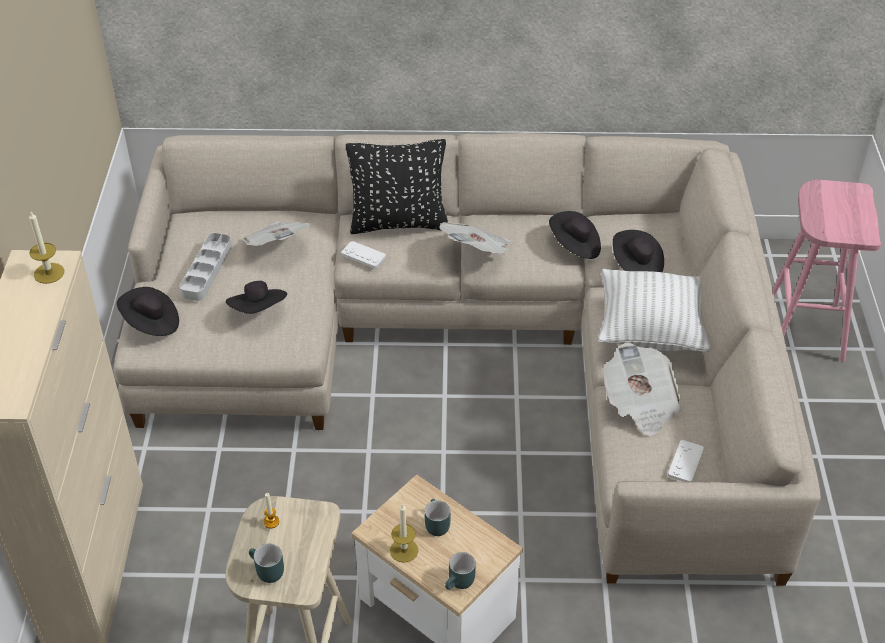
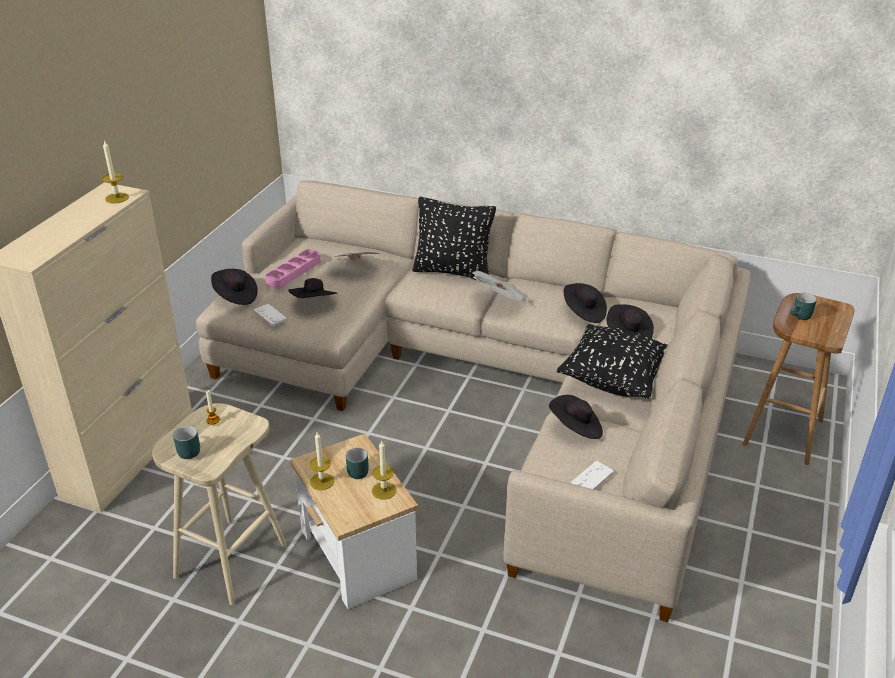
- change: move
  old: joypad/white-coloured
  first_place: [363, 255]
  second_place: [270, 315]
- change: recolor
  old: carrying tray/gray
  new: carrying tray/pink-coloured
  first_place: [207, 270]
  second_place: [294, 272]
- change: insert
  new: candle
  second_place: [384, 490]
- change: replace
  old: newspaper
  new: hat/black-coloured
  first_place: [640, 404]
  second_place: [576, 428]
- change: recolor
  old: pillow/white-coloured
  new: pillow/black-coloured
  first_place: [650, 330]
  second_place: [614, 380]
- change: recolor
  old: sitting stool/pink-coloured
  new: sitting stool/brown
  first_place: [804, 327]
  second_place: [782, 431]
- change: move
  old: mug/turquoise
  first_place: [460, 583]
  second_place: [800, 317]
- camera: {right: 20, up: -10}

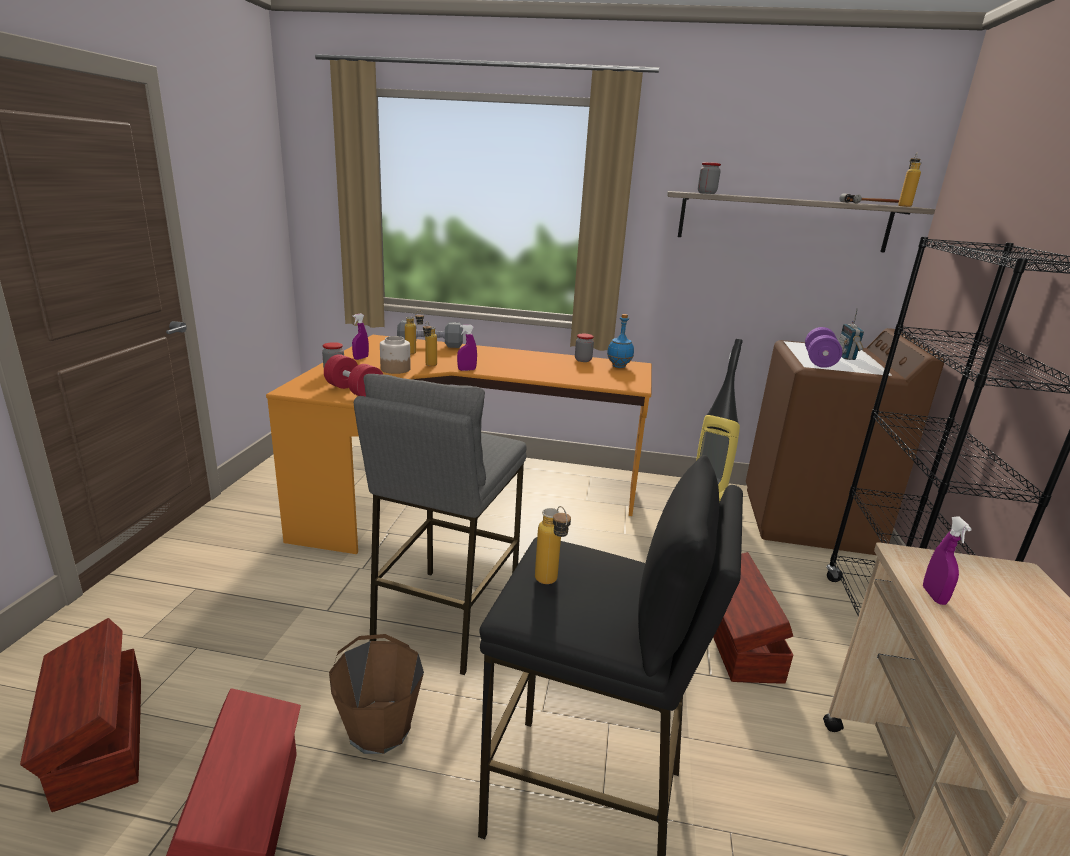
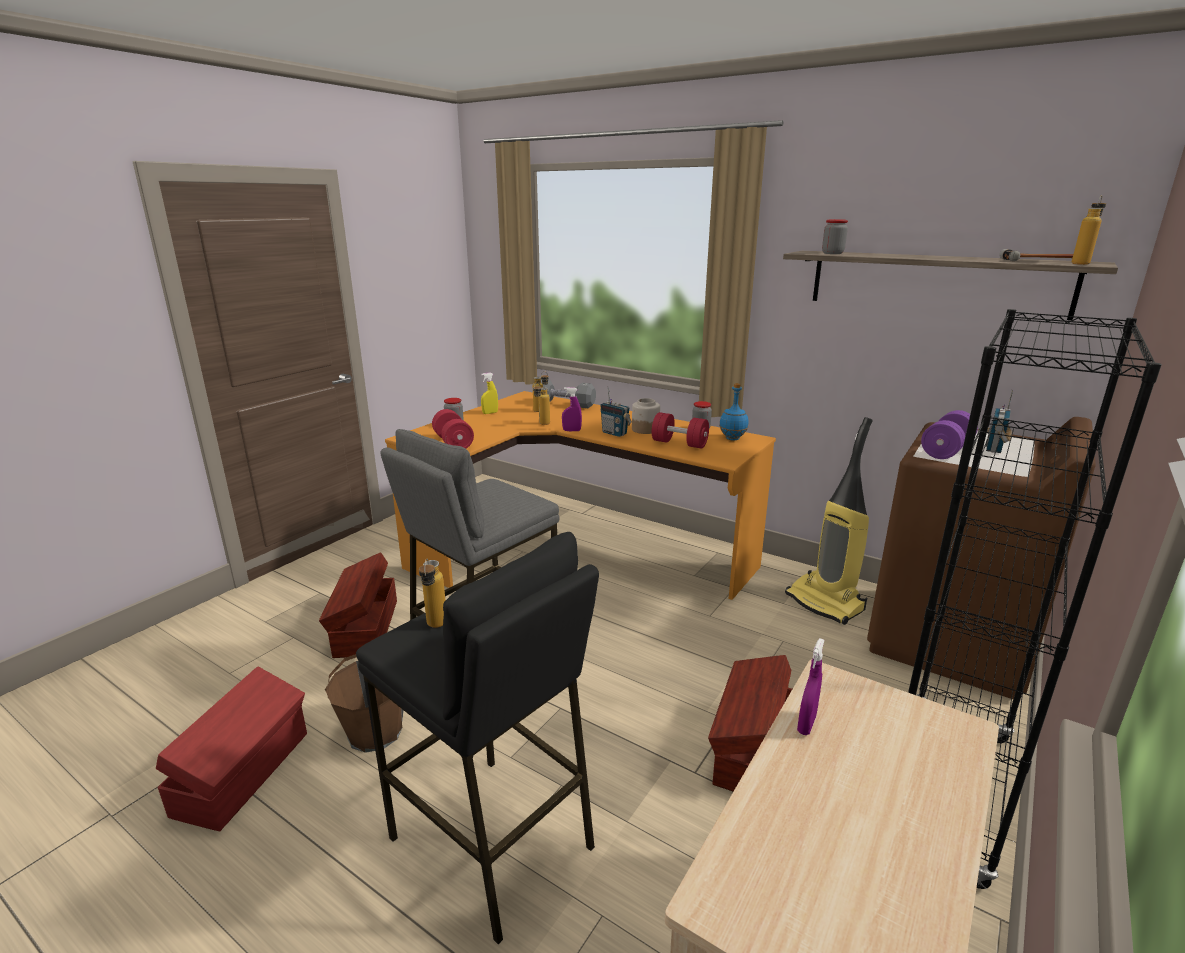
- change: move
  old: storage bin/brown
  first_place: [98, 740]
  second_place: [365, 628]
- change: recolor
  old: spray bottle/purple-coloured
  new: spray bottle/yellow
  first_place: [361, 358]
  second_place: [490, 413]
- change: insert
  new: radio
  second_place: [614, 433]
- change: move
  old: preserve jar
  first_place: [395, 369]
  second_place: [645, 429]
- change: insert
  new: dumbbell/reddish
  second_place: [679, 443]
- camera: {right: 25, up: 0}

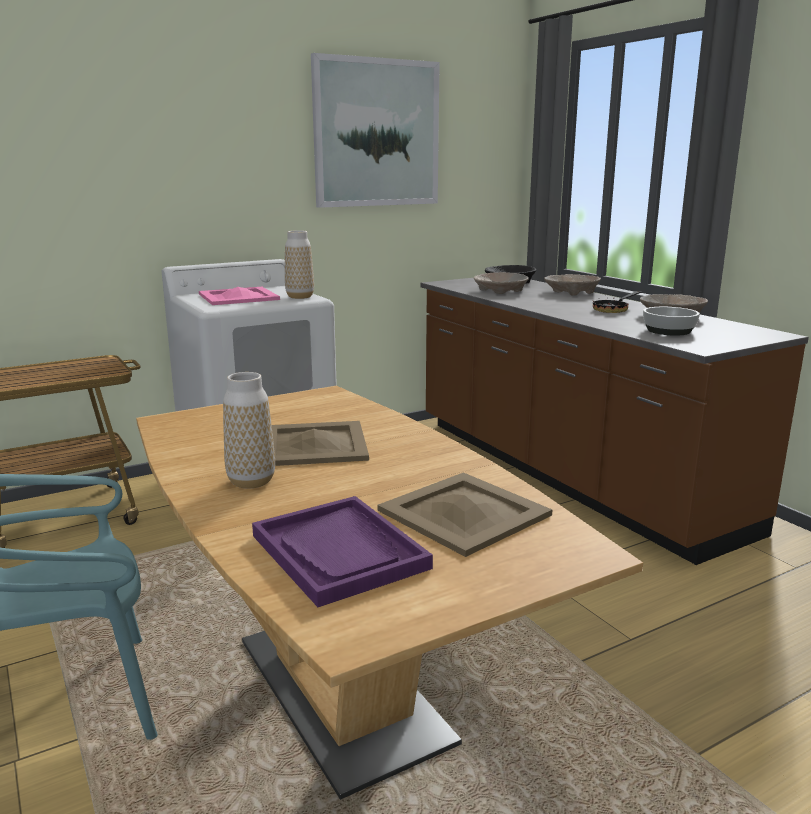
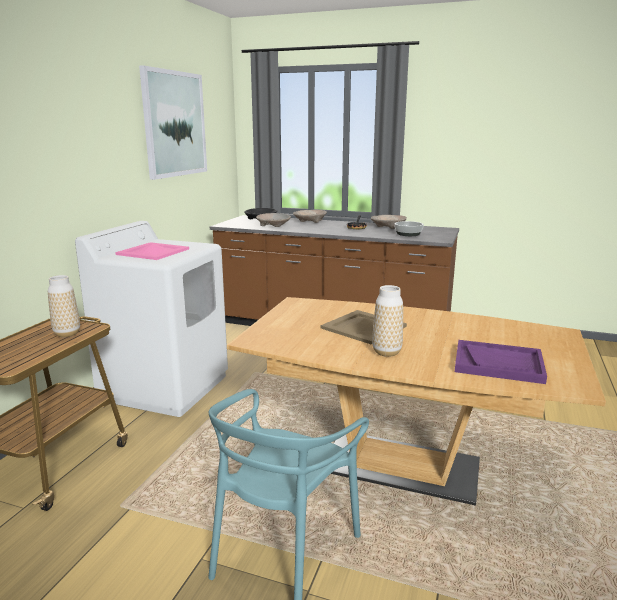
- change: move
  old: flower vase
  first_place: [300, 297]
  second_place: [67, 333]
- change: delete
  old: carrying tray/sand-coloured
  first_place: [464, 512]
- camera: {right: -40, up: 0}

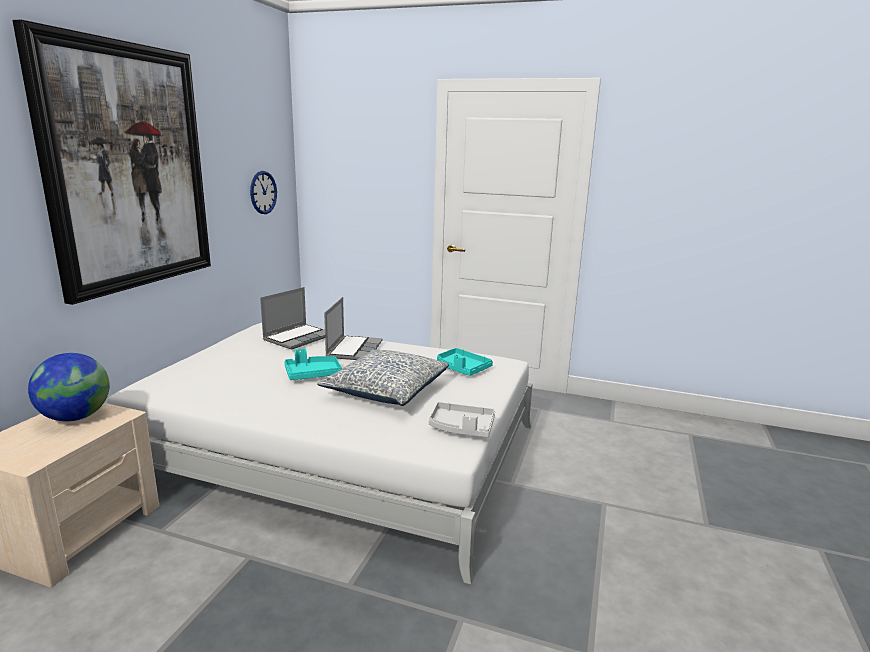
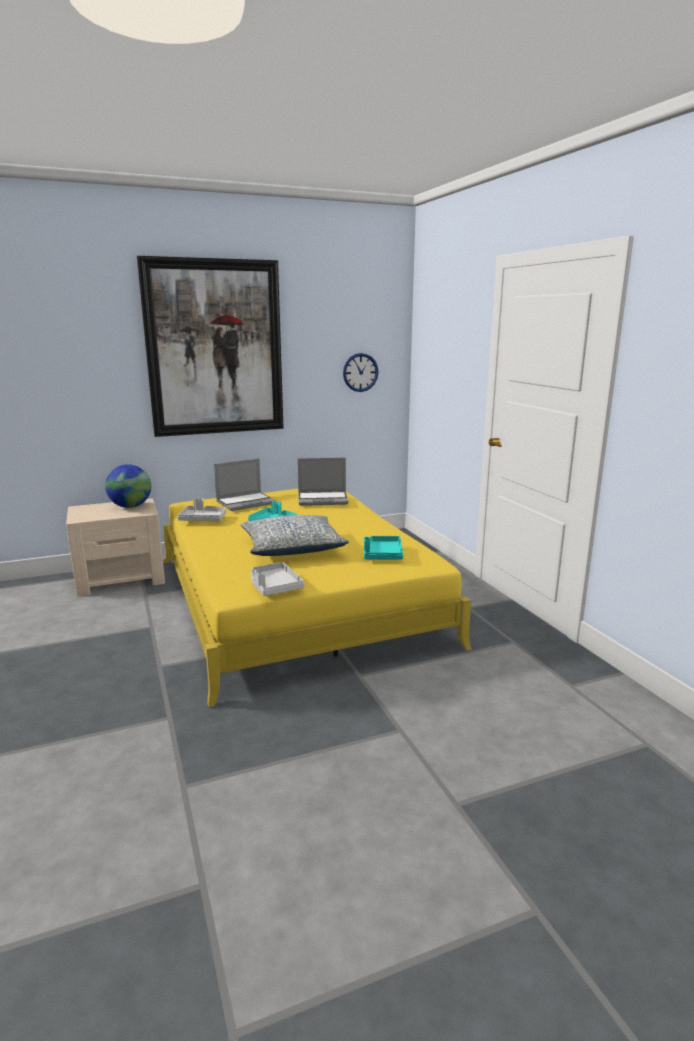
- change: recolor
  old: sleeping bed/white-coloured
  new: sleeping bed/yellow
  first_place: [340, 452]
  second_place: [294, 599]
- change: insert
  new: carrying tray/gray
  second_place: [203, 519]
- change: move
  old: laptop
  first_place: [354, 349]
  second_place: [246, 502]
- camera: {right: 50, up: 0}

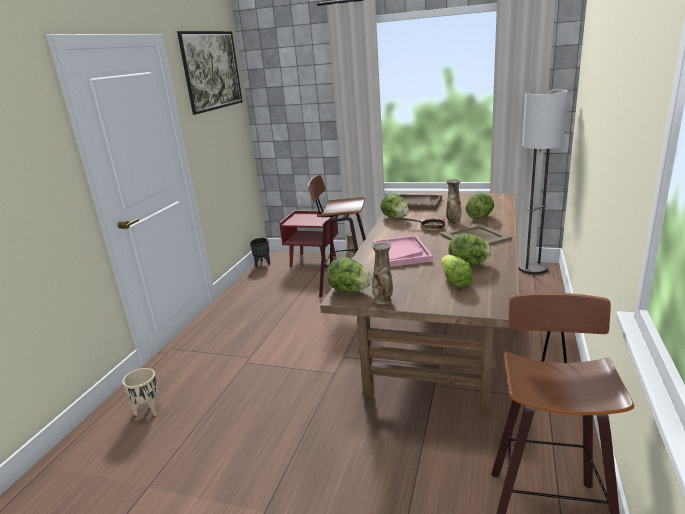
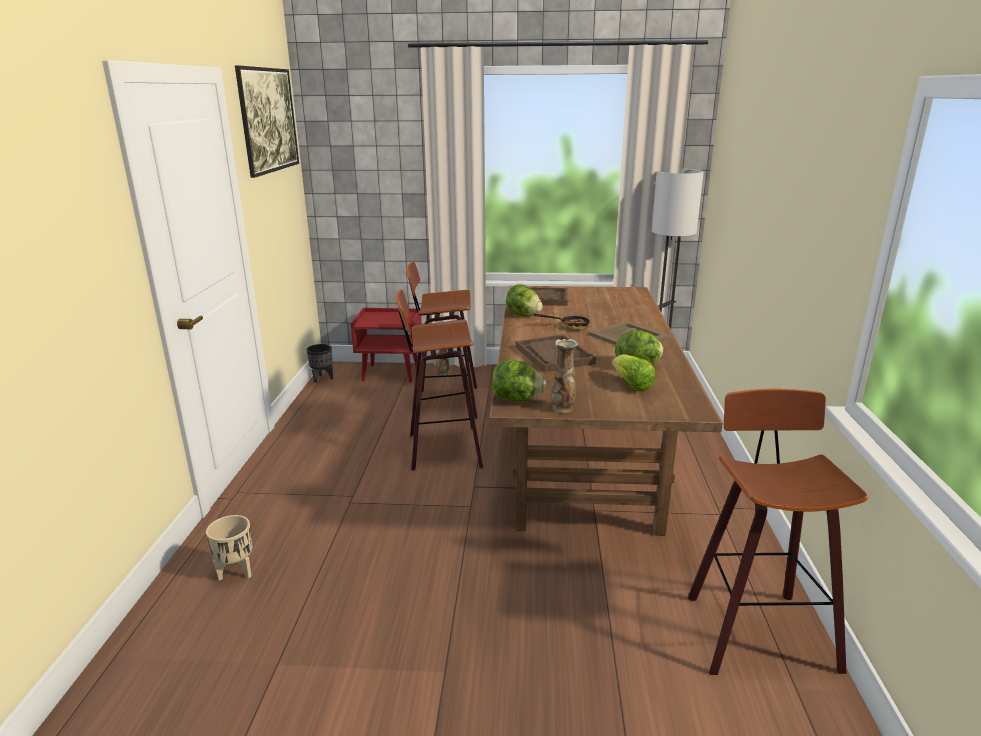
- change: insert
  new: sitting stool
  second_place: [441, 449]
- change: recolor
  old: carrying tray/pink-coloured
  new: carrying tray/brown
  first_place: [401, 253]
  second_place: [554, 355]
- change: delete
  old: flower vase
  first_place: [453, 222]
- change: delete
  old: lettuce head
  first_place: [480, 217]
- camera: {right: -15, up: 0}

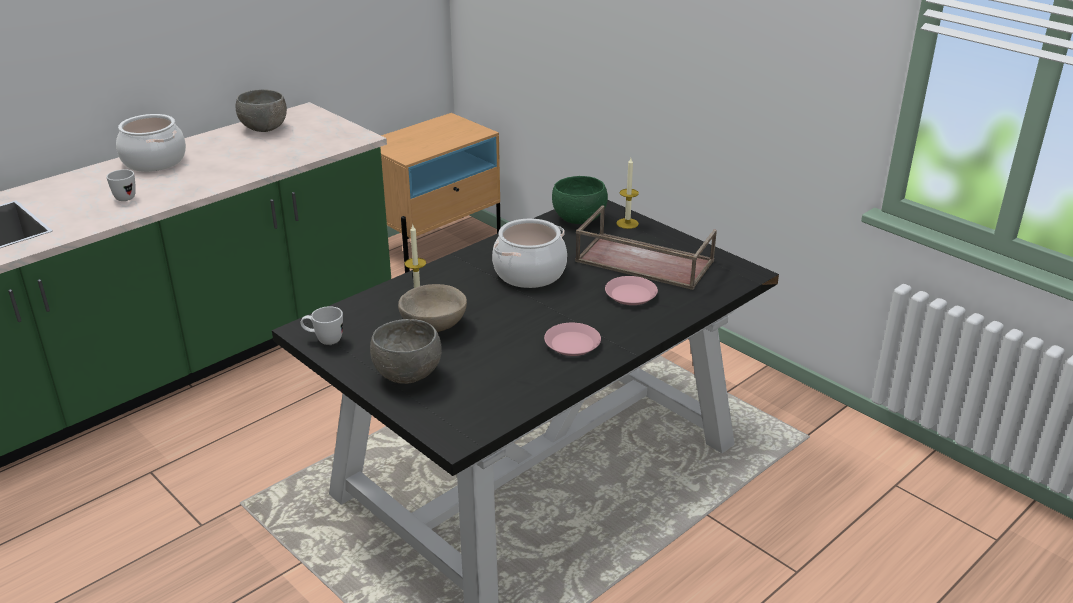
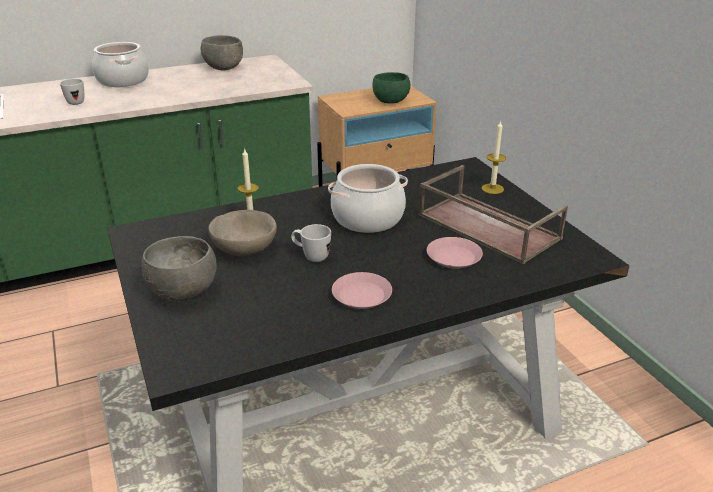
- change: move
  old: mug/white-coloured
  first_place: [324, 340]
  second_place: [311, 257]
- change: move
  old: serving bowl/greenish
  first_place: [579, 219]
  second_place: [391, 102]
- camera: {right: 20, up: 0}

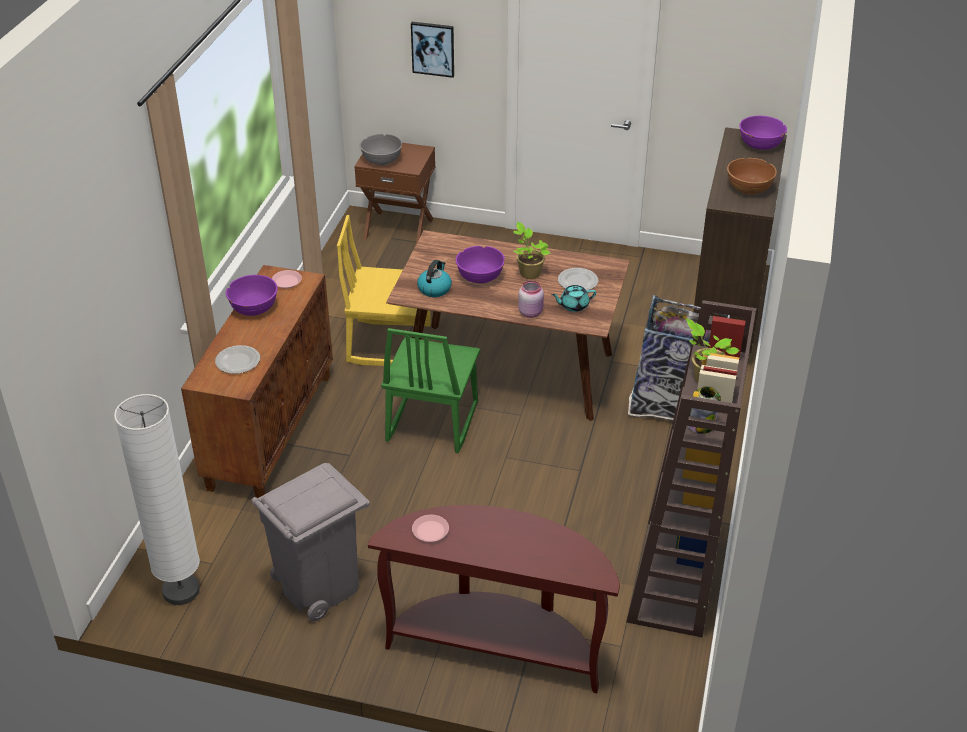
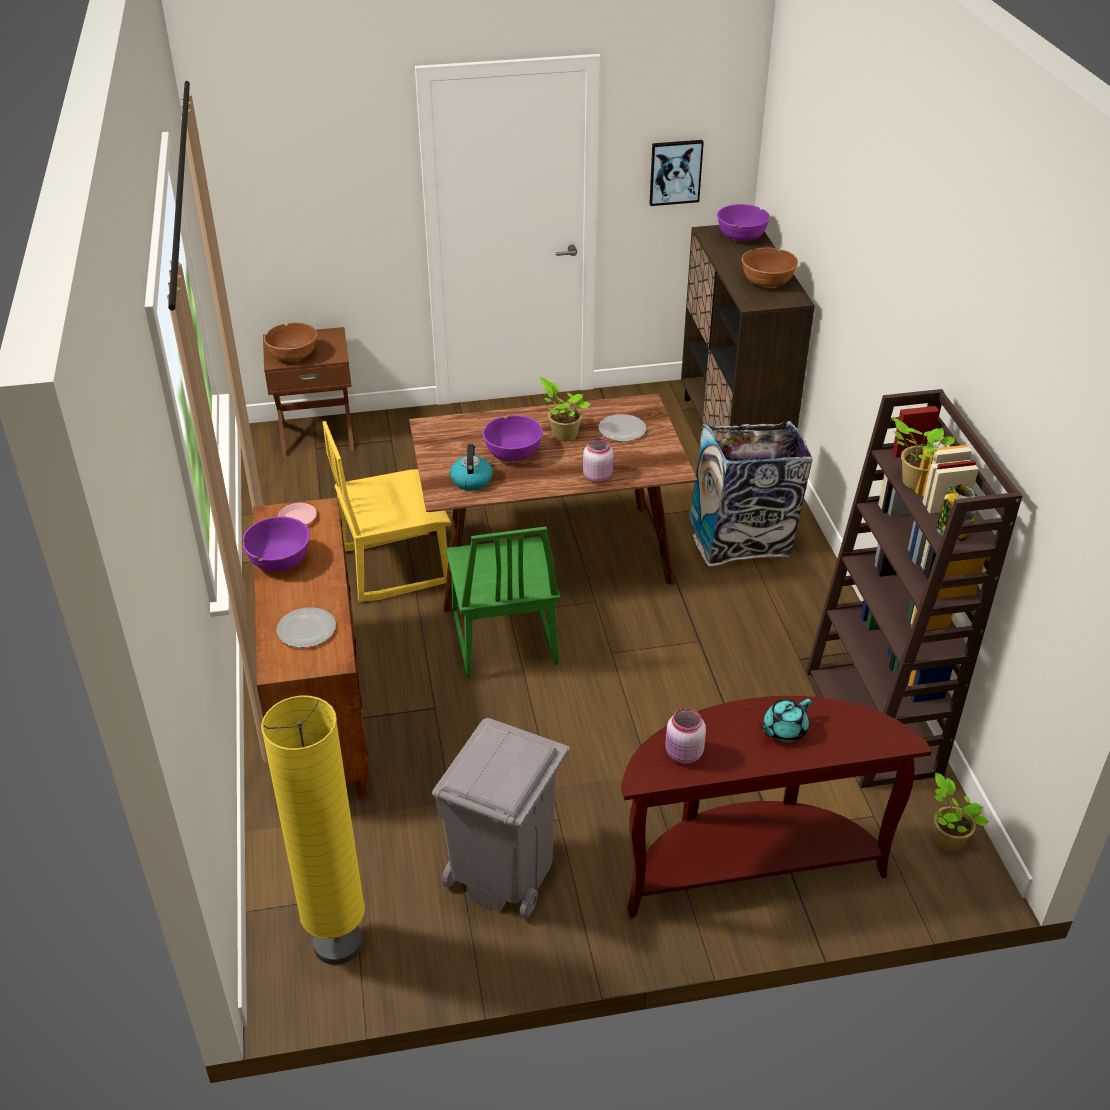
- change: recolor
  old: standing lamp/white-coloured
  new: standing lamp/yellow
  first_place: [181, 591]
  second_place: [337, 943]
- change: recolor
  old: serving bowl/gray
  new: serving bowl/brown
  first_place: [381, 160]
  second_place: [293, 356]
- change: move
  old: wall picture
  first_place: [433, 48]
  second_place: [675, 172]
- change: replace
  old: dinner plate/pink-coloured
  new: preserve jar/pink-coloured
  first_place: [430, 531]
  second_place: [683, 754]
- change: move
  old: teapot/turquoise
  first_place: [573, 305]
  second_place: [783, 730]
- change: insert
  new: potted plant
  second_place: [947, 839]
- camera: {right: -25, up: 0}

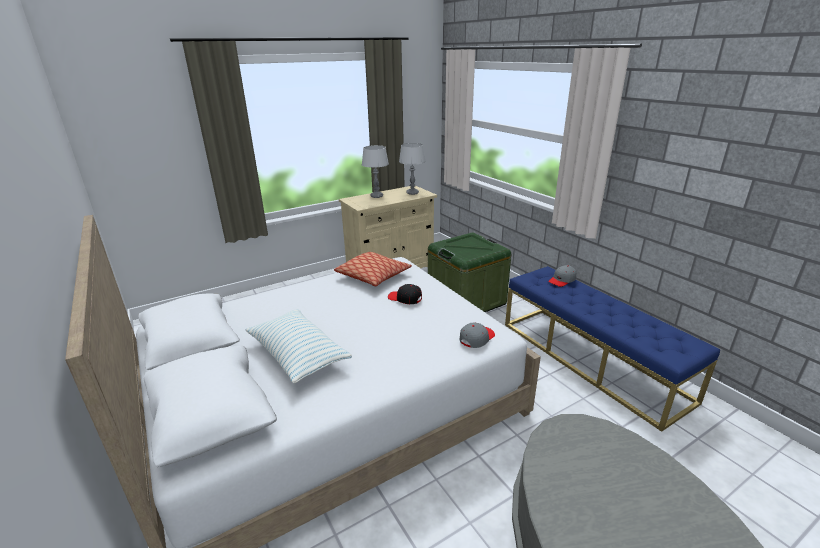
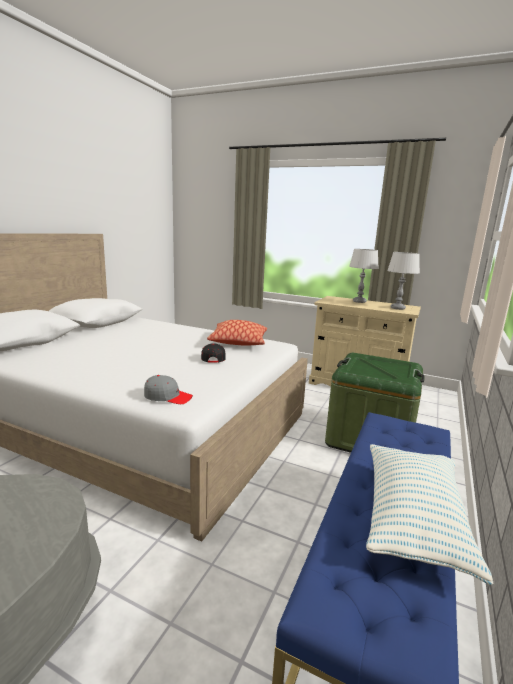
- change: move
  old: pillow
  first_place: [298, 355]
  second_place: [413, 519]
- change: delete
  old: baseball cap/gray
  first_place: [562, 280]
- camera: {right: 55, up: -10}

